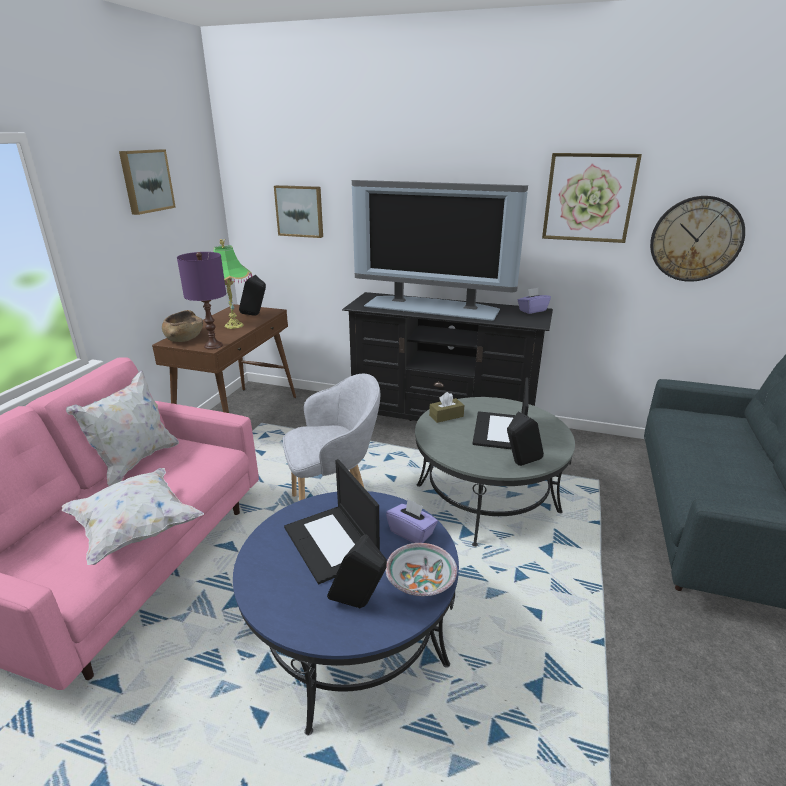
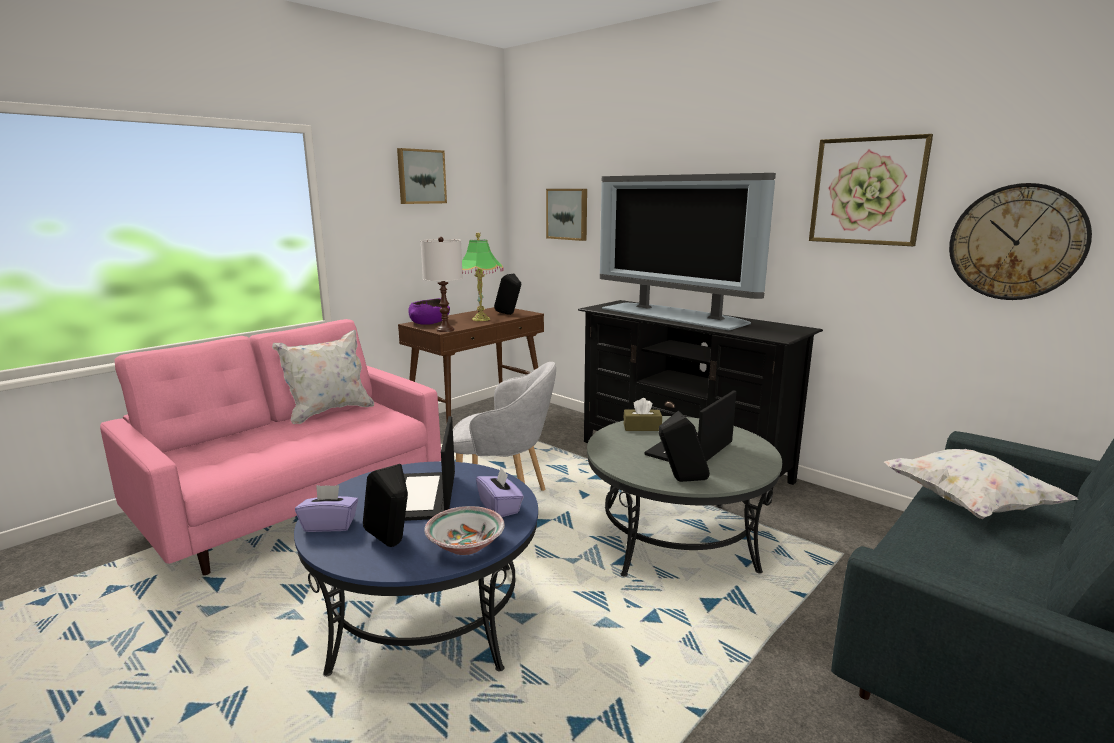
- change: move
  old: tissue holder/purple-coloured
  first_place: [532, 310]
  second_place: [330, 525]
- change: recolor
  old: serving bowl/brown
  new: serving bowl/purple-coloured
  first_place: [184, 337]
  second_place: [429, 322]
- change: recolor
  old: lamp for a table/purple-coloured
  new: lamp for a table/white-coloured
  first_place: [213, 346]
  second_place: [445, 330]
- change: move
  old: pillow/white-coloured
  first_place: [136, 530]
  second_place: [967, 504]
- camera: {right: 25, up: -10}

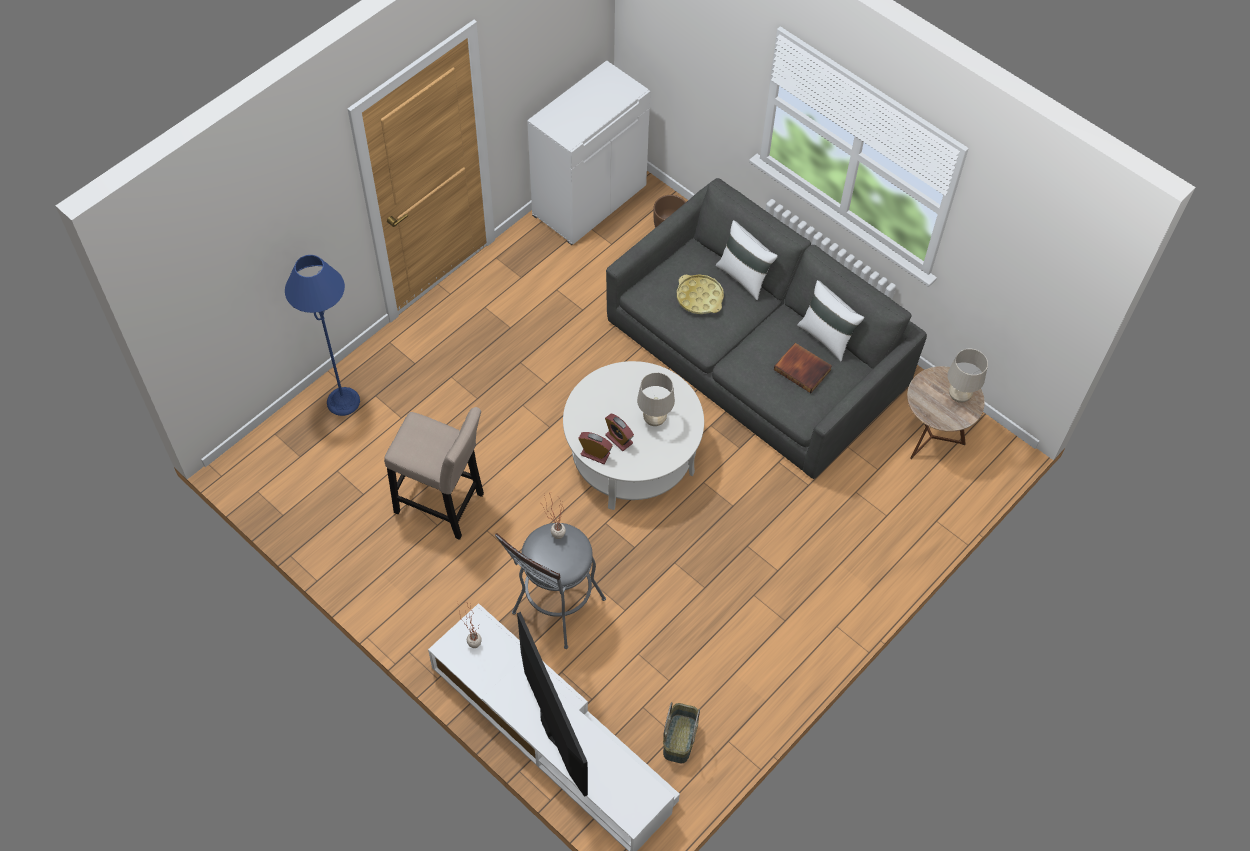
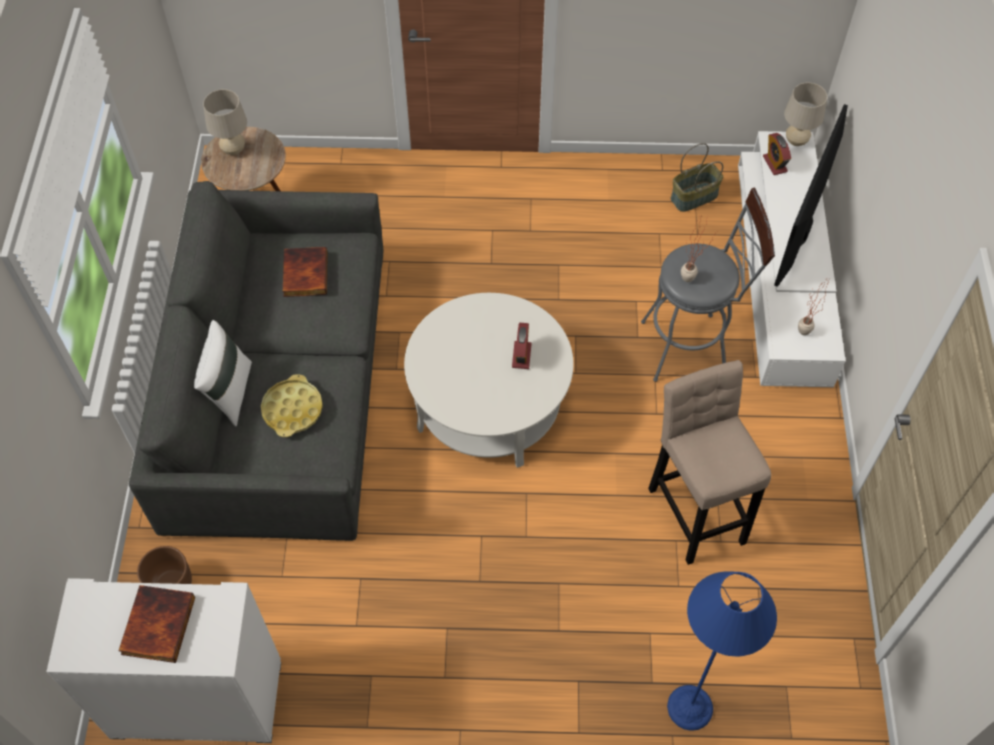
- change: insert
  new: volume
  second_place: [157, 624]
- change: move
  old: table clock
  first_place: [595, 454]
  second_place: [774, 164]
- change: move
  old: lamp for a table/sand-coloured
  first_place: [654, 420]
  second_place: [796, 141]
- change: delete
  old: pillow/white-coloured
  first_place: [826, 337]
- camera: {right: -130, up: 0}

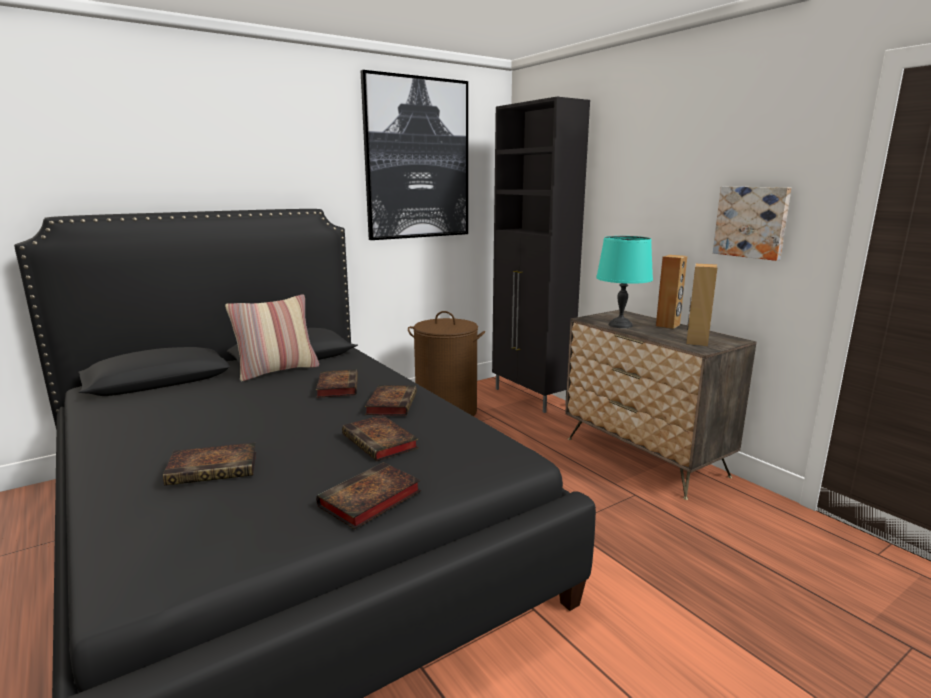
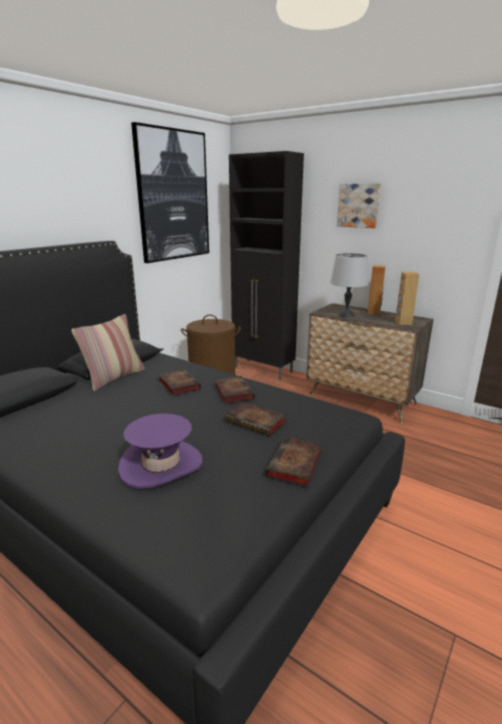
- change: replace
  old: volume
  new: hat/purple-coloured
  first_place: [215, 468]
  second_place: [161, 465]
- change: recolor
  old: lamp for a table/turquoise
  new: lamp for a table/gray
  first_place: [620, 325]
  second_place: [346, 315]
- change: move
  old: wall picture
  first_place: [752, 222]
  second_place: [359, 205]
- camera: {right: -20, up: 5}

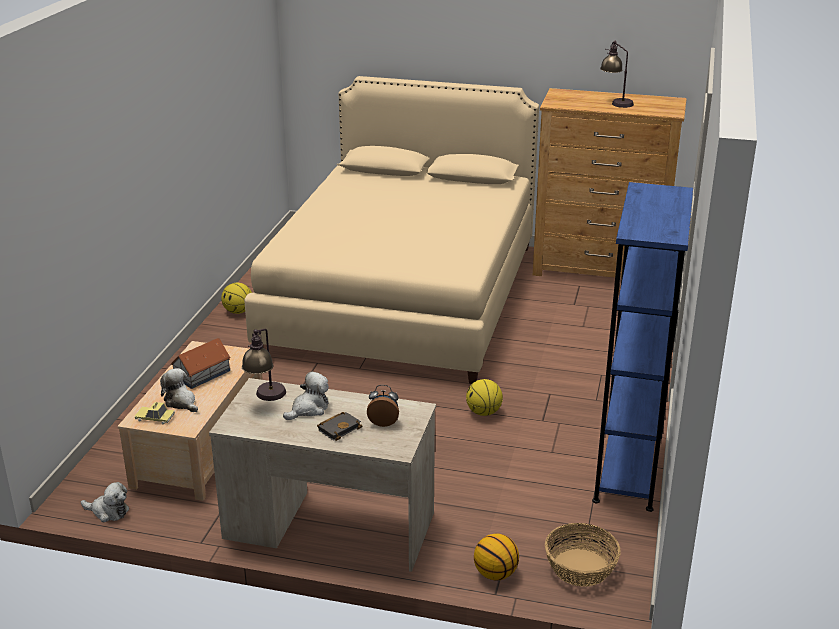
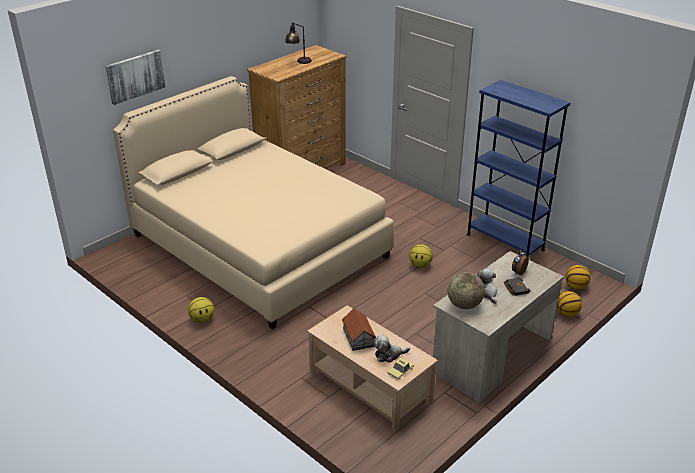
- change: insert
  new: wall picture
  second_place: [135, 76]
- change: replace
  old: lamp for a table
  new: world globe
  first_place: [266, 399]
  second_place: [464, 305]
- change: replace
  old: storage basket
  new: ball for basketball
  first_place: [580, 568]
  second_place: [576, 287]
- change: delete
  old: cuddly toy
  first_place: [108, 511]
- camera: {right: -60, up: 5}

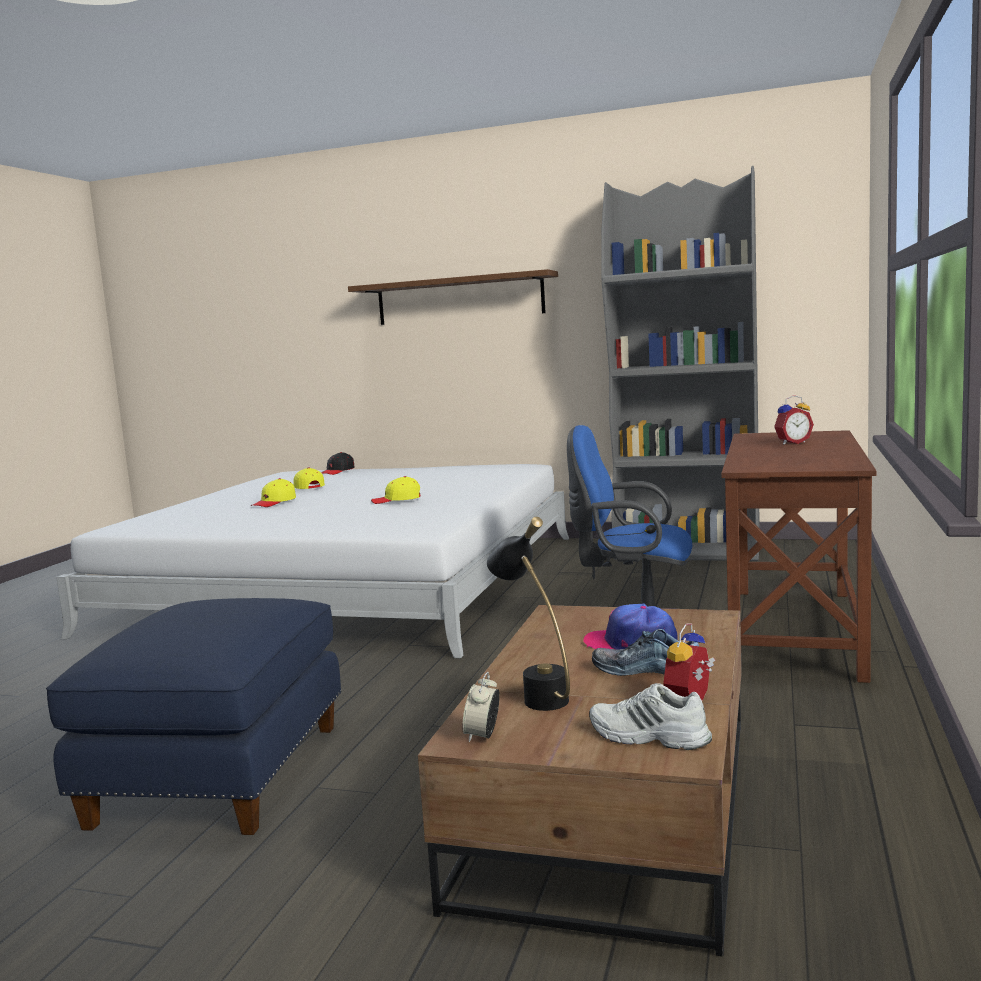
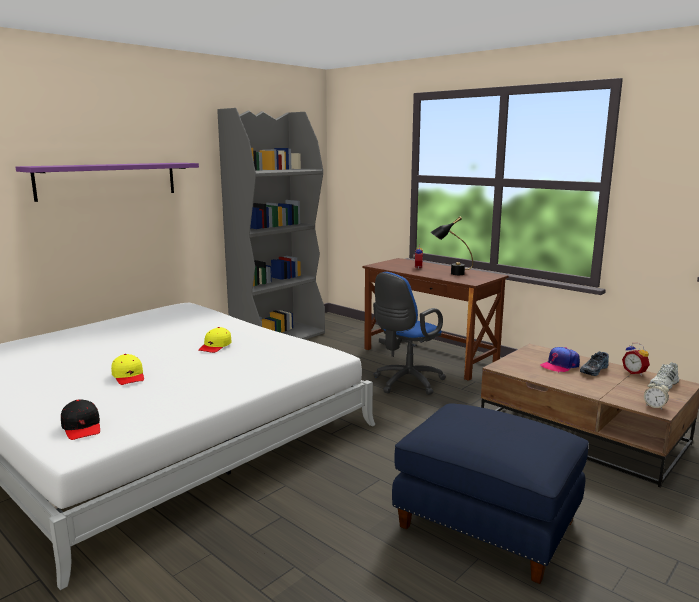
- change: recolor
  old: bracket shelf/brown
  new: bracket shelf/purple-coloured
  first_place: [459, 299]
  second_place: [108, 180]
- change: move
  old: baseball cap/black-coloured
  first_place: [337, 471]
  second_place: [82, 427]
- change: move
  old: lamp for a table/black-coloured
  first_place: [536, 694]
  second_place: [450, 273]
- change: delete
  old: baseball cap/yellow
  first_place: [307, 487]
- camera: {right: -65, up: 5}

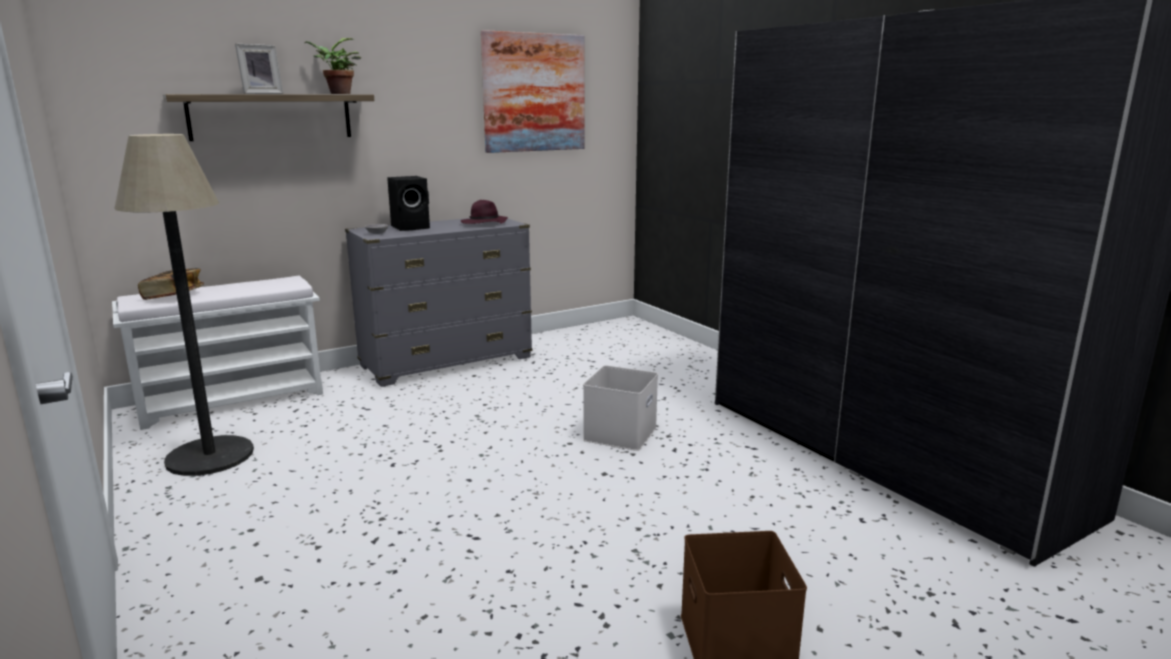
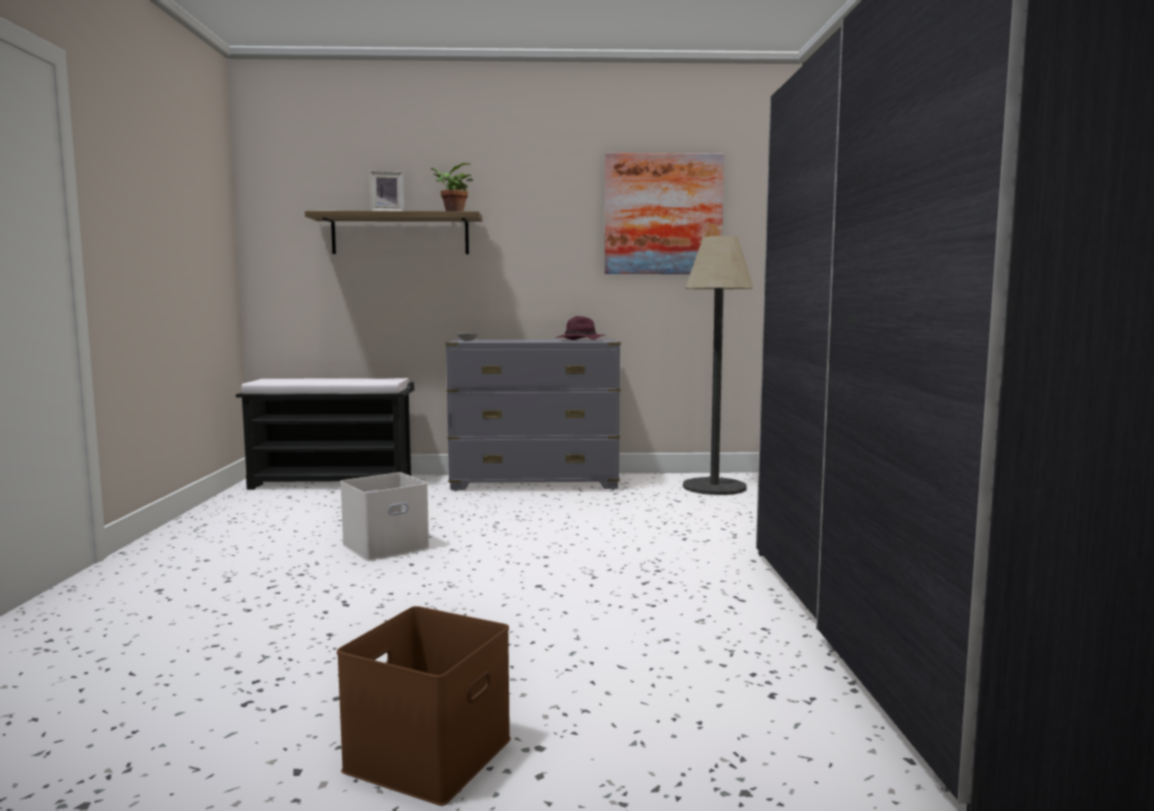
- change: recolor
  old: bench/white-coloured
  new: bench/black-coloured
  first_place: [234, 400]
  second_place: [333, 482]
- change: move
  old: storage bin/white-coloured
  first_place: [619, 433]
  second_place: [386, 545]
- change: move
  old: standing lamp
  first_place: [210, 456]
  second_place: [714, 487]
- change: delete
  old: volume
  first_place: [173, 296]
- change: delete
  old: loudspeaker/black-coloured
  first_place: [412, 227]
- camera: {right: 30, up: -10}

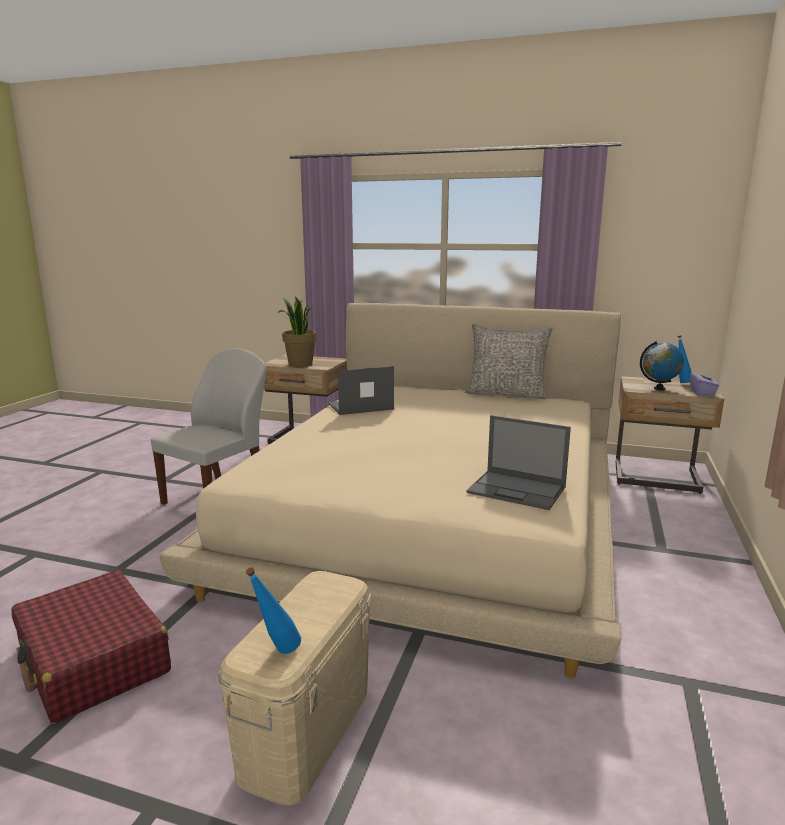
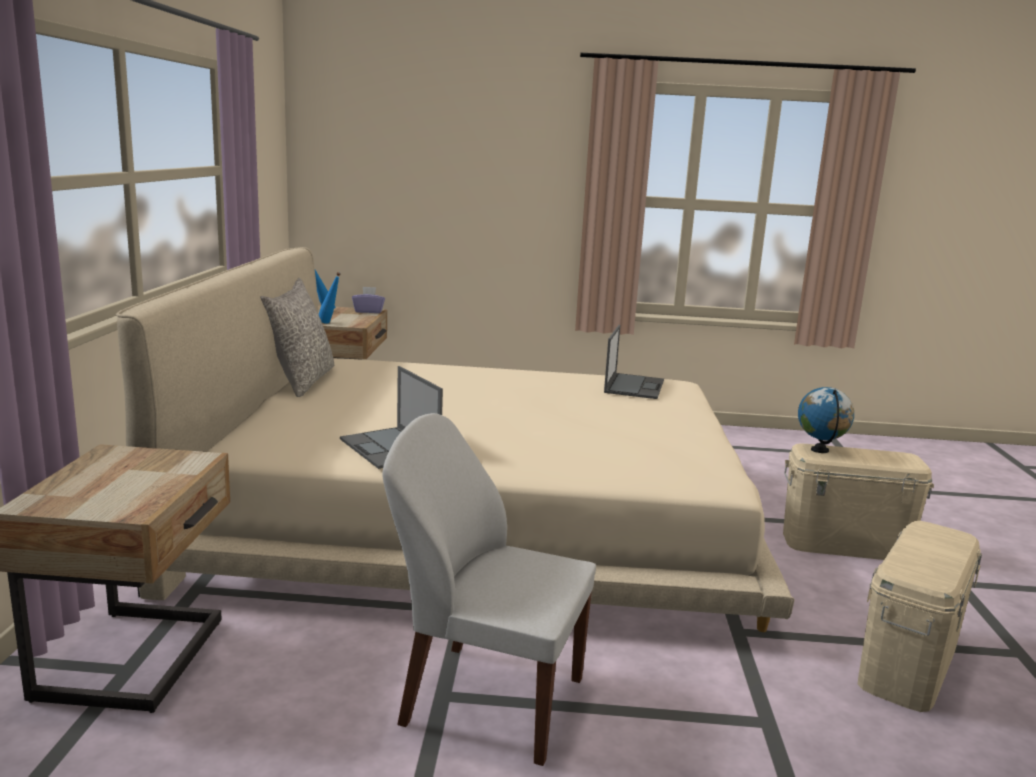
- change: move
  old: bottle/bluish
  first_place: [276, 654]
  second_place: [329, 323]
- change: move
  old: world globe
  first_place: [659, 389]
  second_place: [820, 450]
- change: replace
  old: travel case/reddish
  new: storage bin/sand-coloured
  first_place: [93, 660]
  second_place: [907, 663]
- change: delete
  old: potted plant
  first_place: [300, 364]
- camera: {right: -105, up: 0}

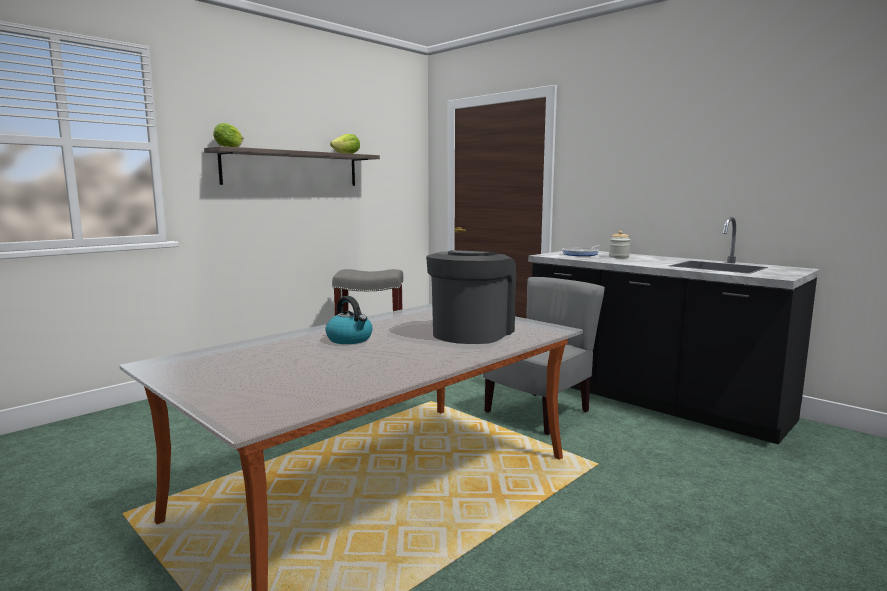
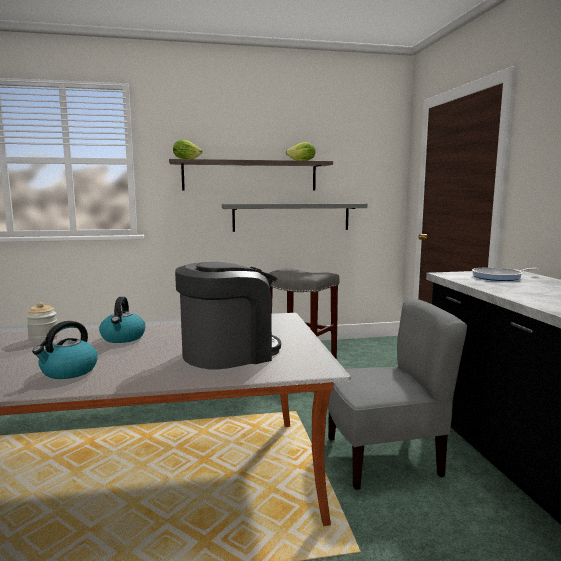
- change: move
  old: preserve jar
  first_place: [619, 257]
  second_place: [43, 338]
- change: insert
  new: kettle
  second_place: [68, 371]
- change: insert
  new: bracket shelf/gray
  second_place: [291, 217]
- camera: {right: 35, up: 0}

